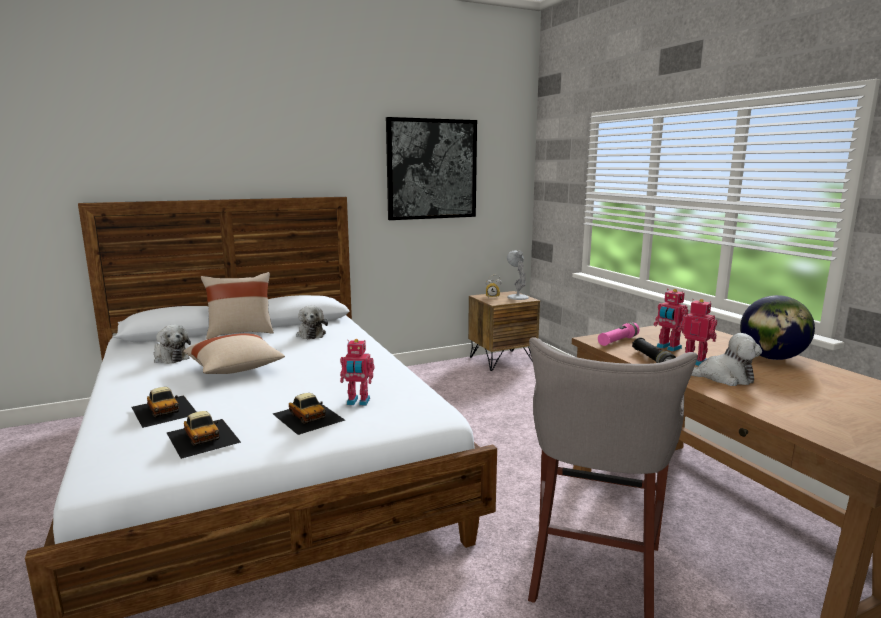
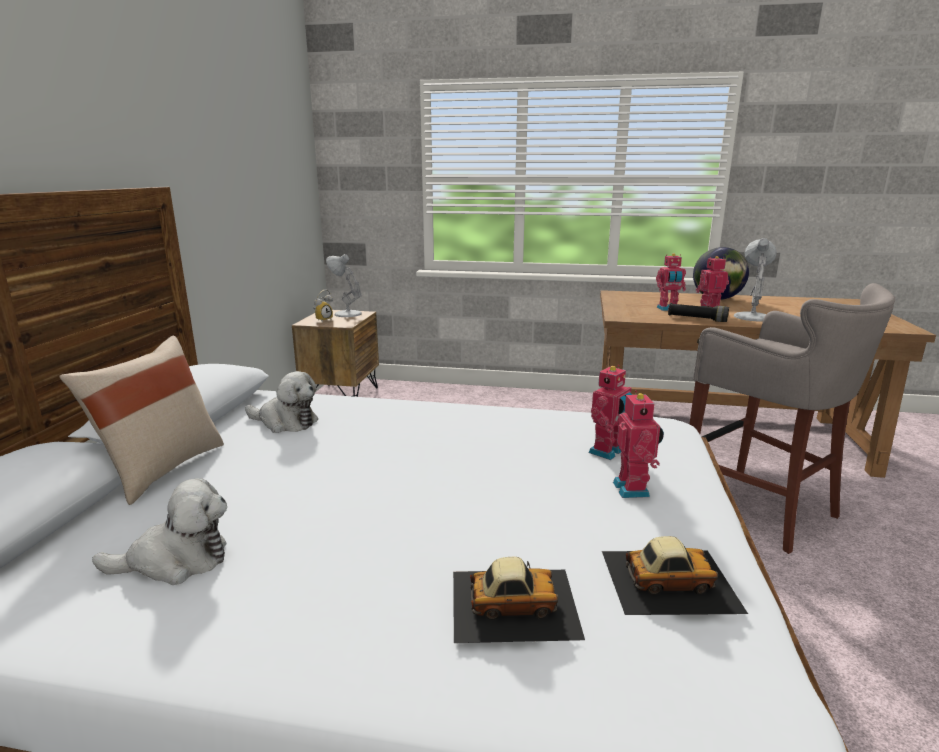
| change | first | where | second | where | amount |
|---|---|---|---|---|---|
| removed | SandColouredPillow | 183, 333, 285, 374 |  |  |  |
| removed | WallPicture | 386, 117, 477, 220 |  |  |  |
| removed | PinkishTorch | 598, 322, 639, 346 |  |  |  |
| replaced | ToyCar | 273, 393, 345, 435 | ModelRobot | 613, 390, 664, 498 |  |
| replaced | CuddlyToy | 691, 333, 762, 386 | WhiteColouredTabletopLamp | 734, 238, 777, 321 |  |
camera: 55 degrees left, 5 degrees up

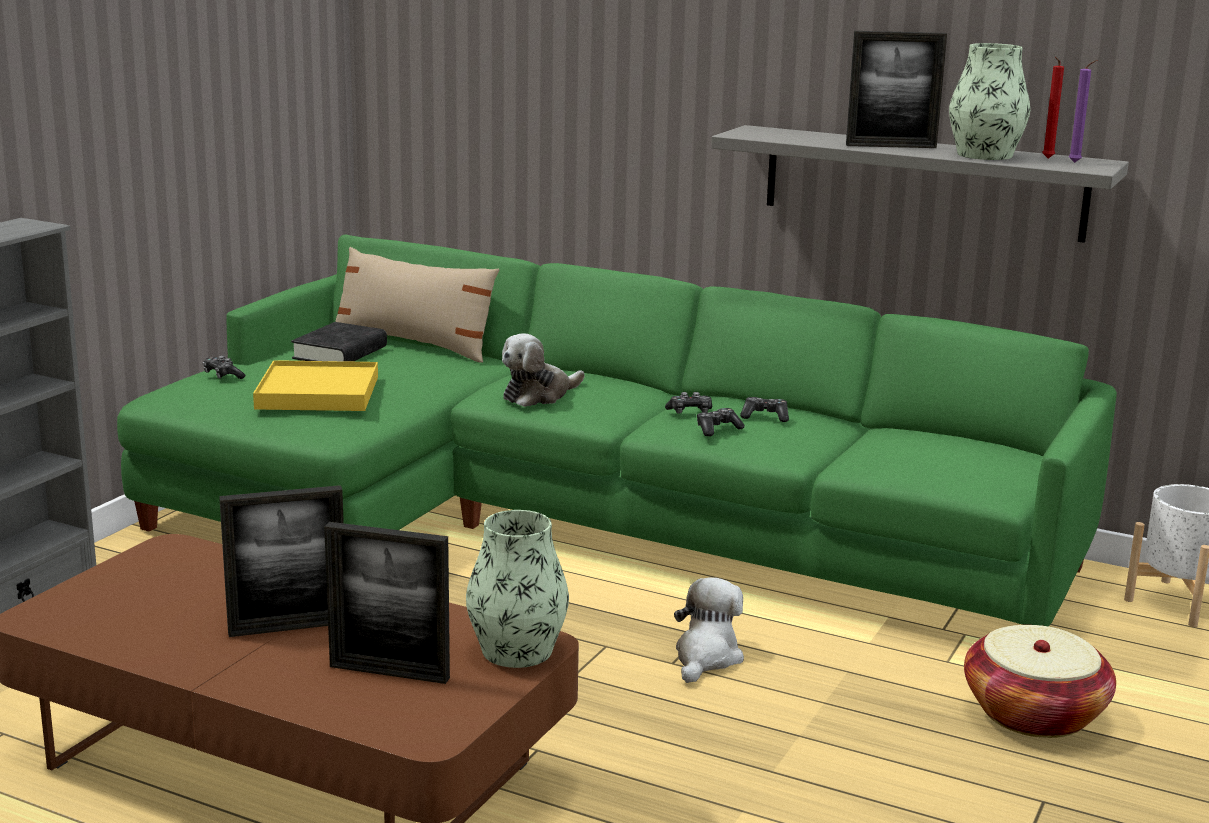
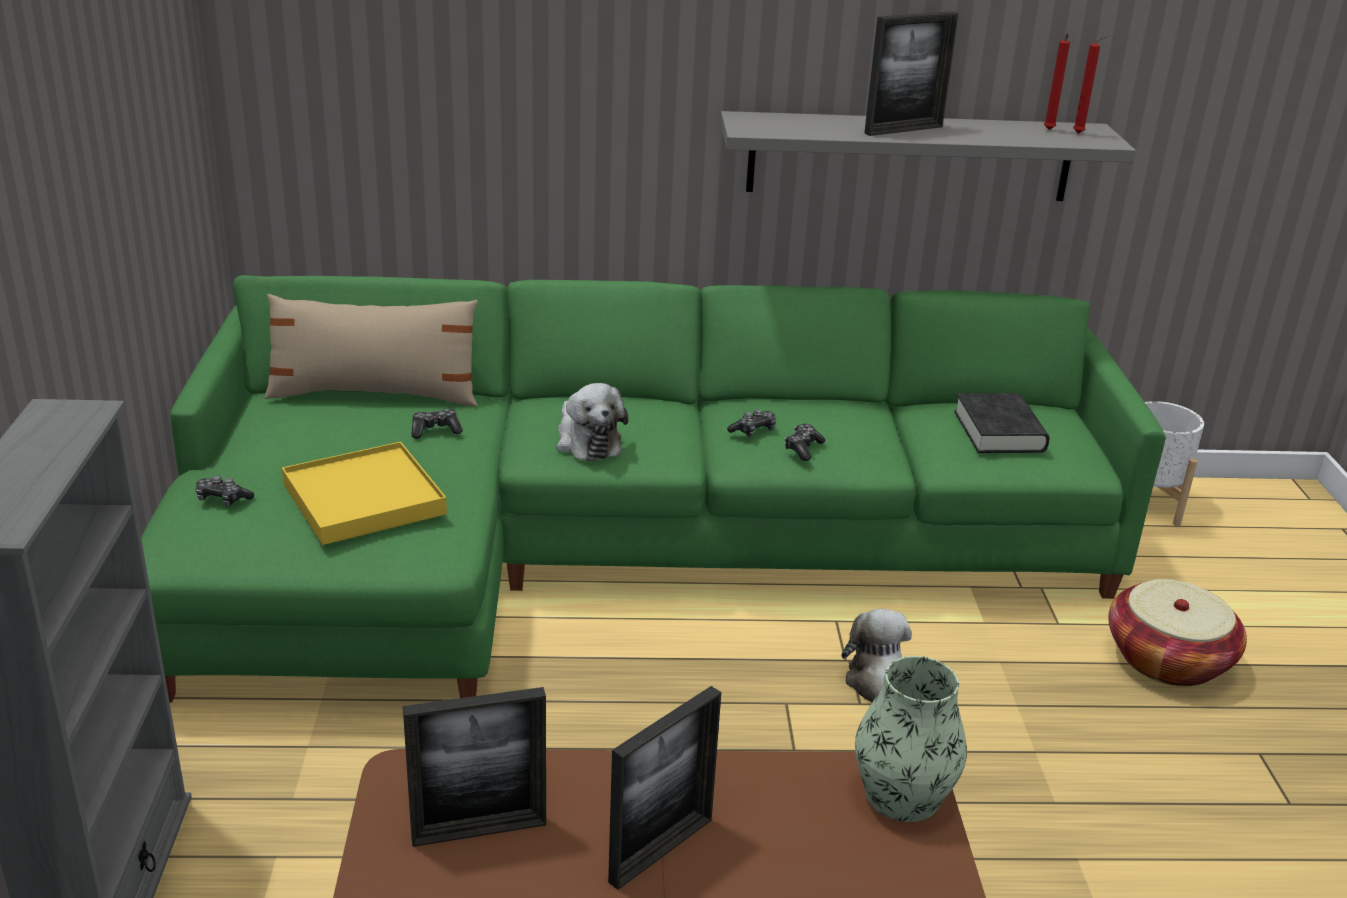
| change | first | where | second | where | amount |
|---|---|---|---|---|---|
| removed | DecorativeVase | 949, 43, 1030, 160 |  |  |  |
| moved | BlackBoundBook | 291, 322, 387, 362 |  | 954, 393, 1050, 453 |  |
| moved | PictureFrame | 324, 522, 450, 684 |  | 403, 687, 546, 847 |  |
| moved | GameController | 740, 397, 789, 422 |  | 412, 409, 463, 439 |  |
| recoloured | PurpleCandle | 1069, 60, 1097, 163 | RedColouredCandle | 1073, 36, 1108, 134 |  |
| turned | CuddlyToy | 502, 333, 585, 407 |  | 557, 383, 628, 461 | 45 degrees counterclockwise |
camera: 30 degrees left, 10 degrees up

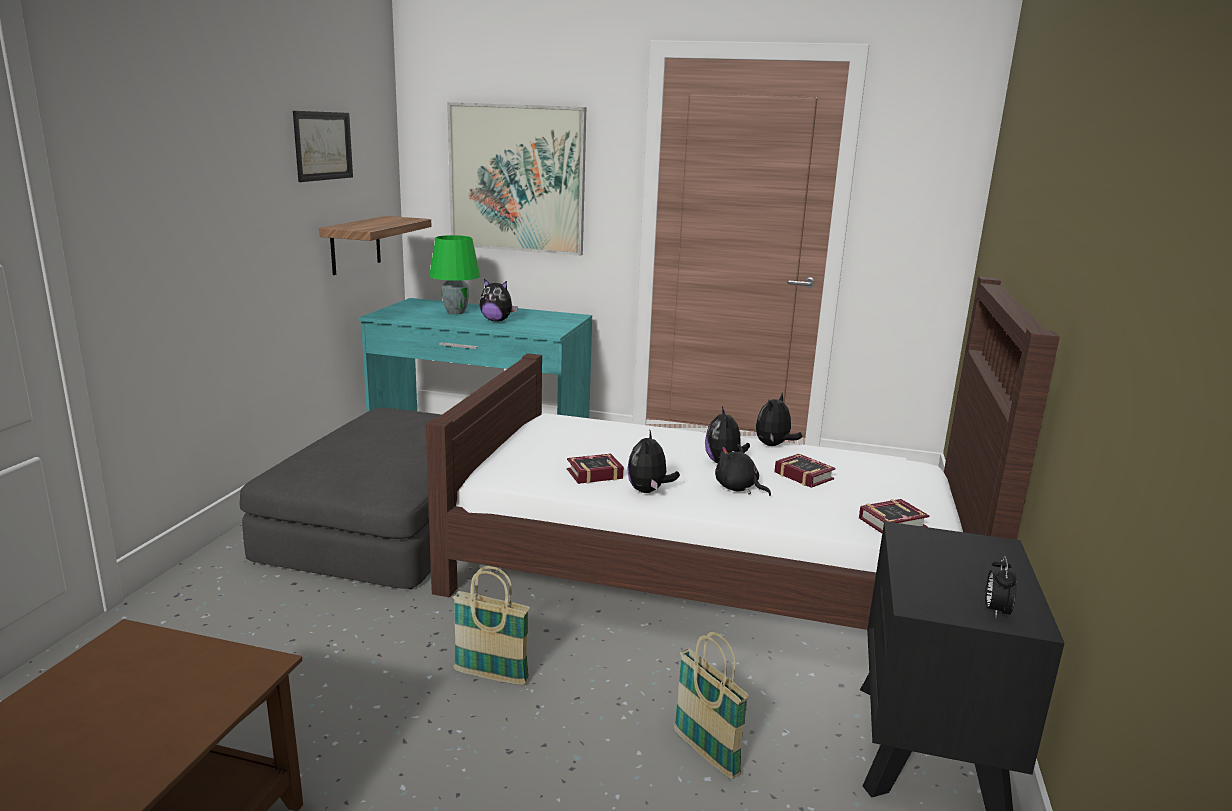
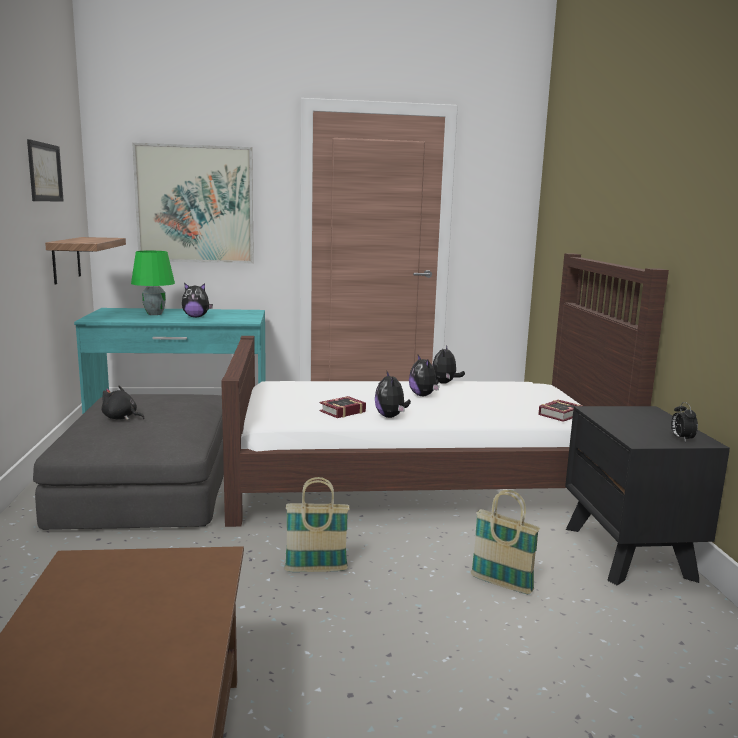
| change | first | where | second | where | amount |
|---|---|---|---|---|---|
| removed | BoundBook | 774, 454, 836, 488 |  |  |  |
| moved | BlackCuddlyToy | 715, 444, 771, 496 |  | 101, 385, 145, 420 |  |
camera: 20 degrees left, 5 degrees down

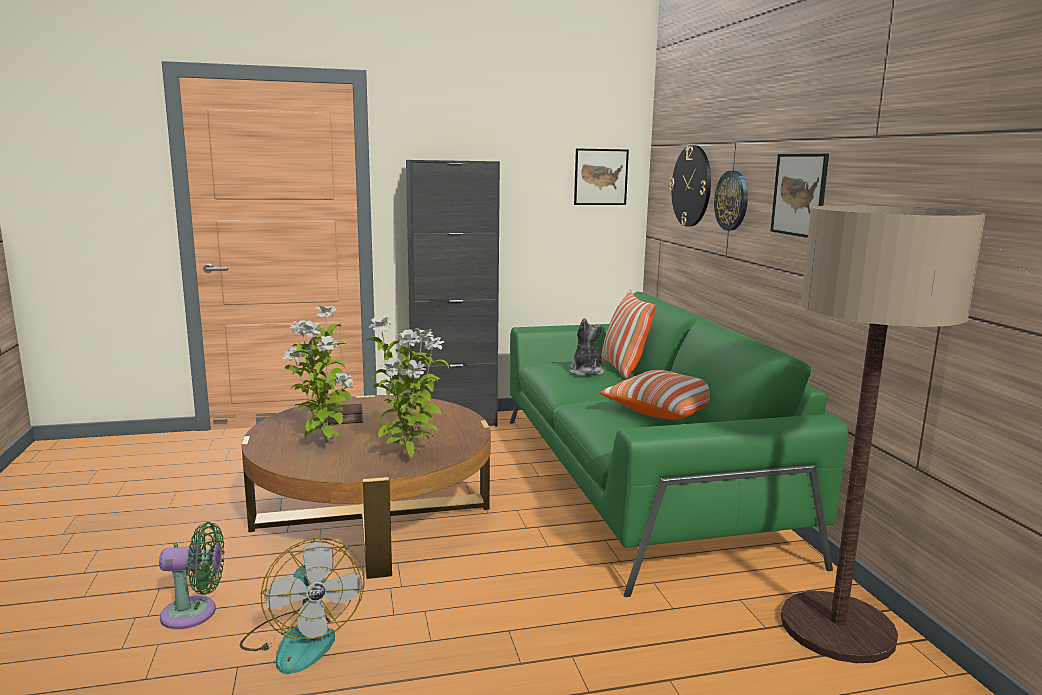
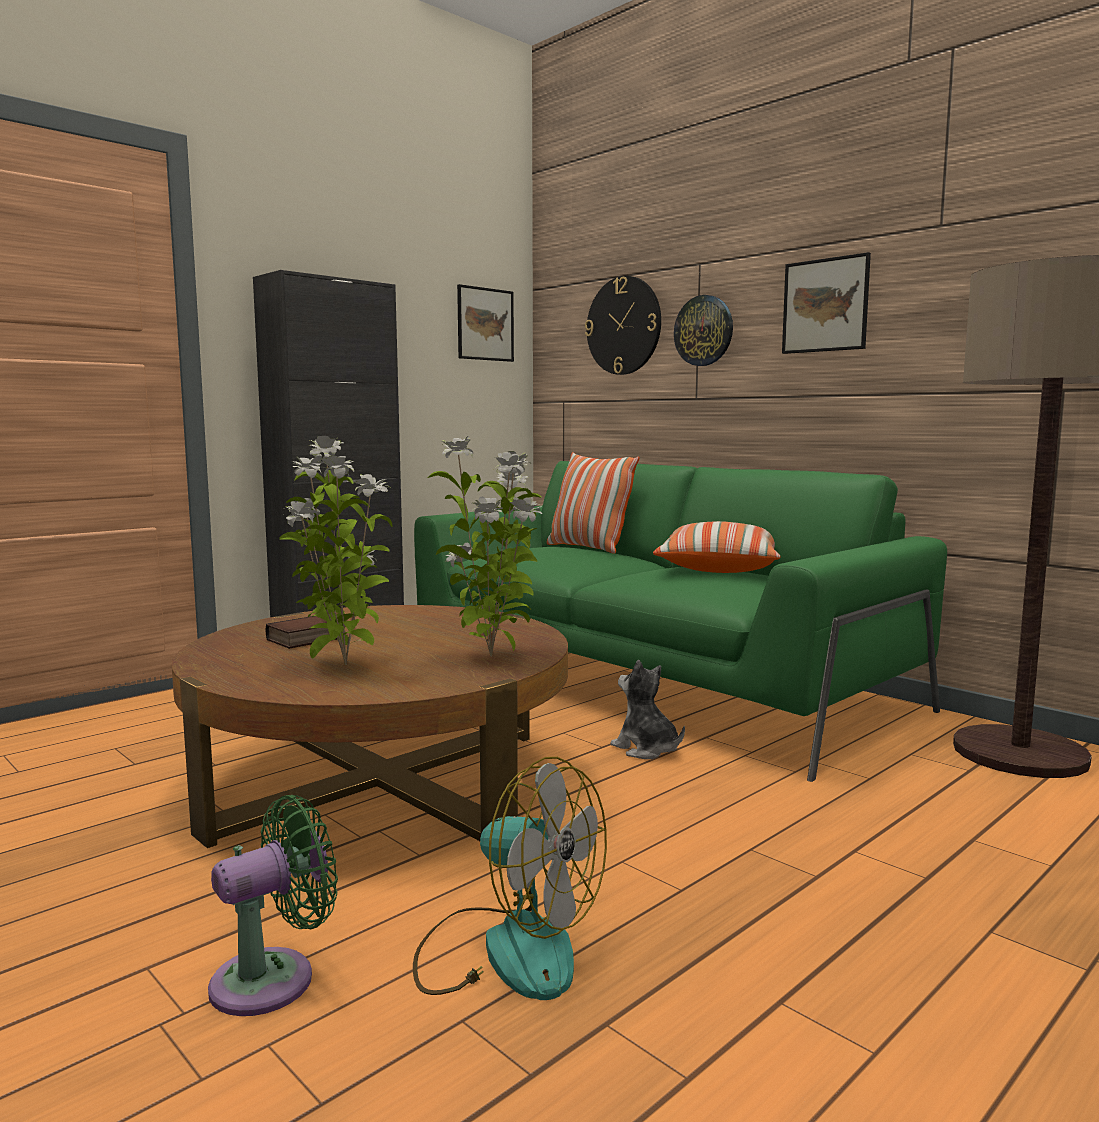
| change | first | where | second | where | amount |
|---|---|---|---|---|---|
| moved | CuddlyToy | 570, 318, 604, 376 |  | 610, 660, 685, 759 |  |
camera: 30 degrees left, 5 degrees down

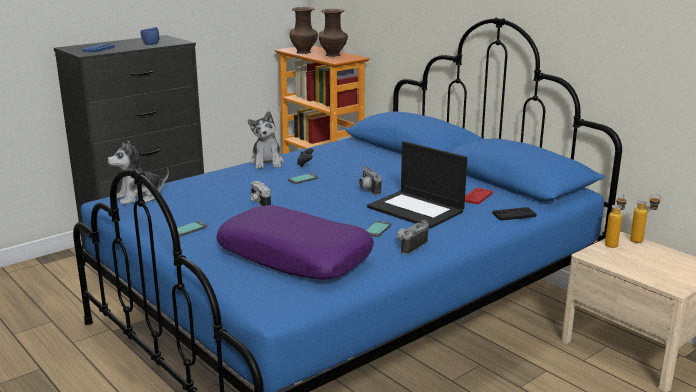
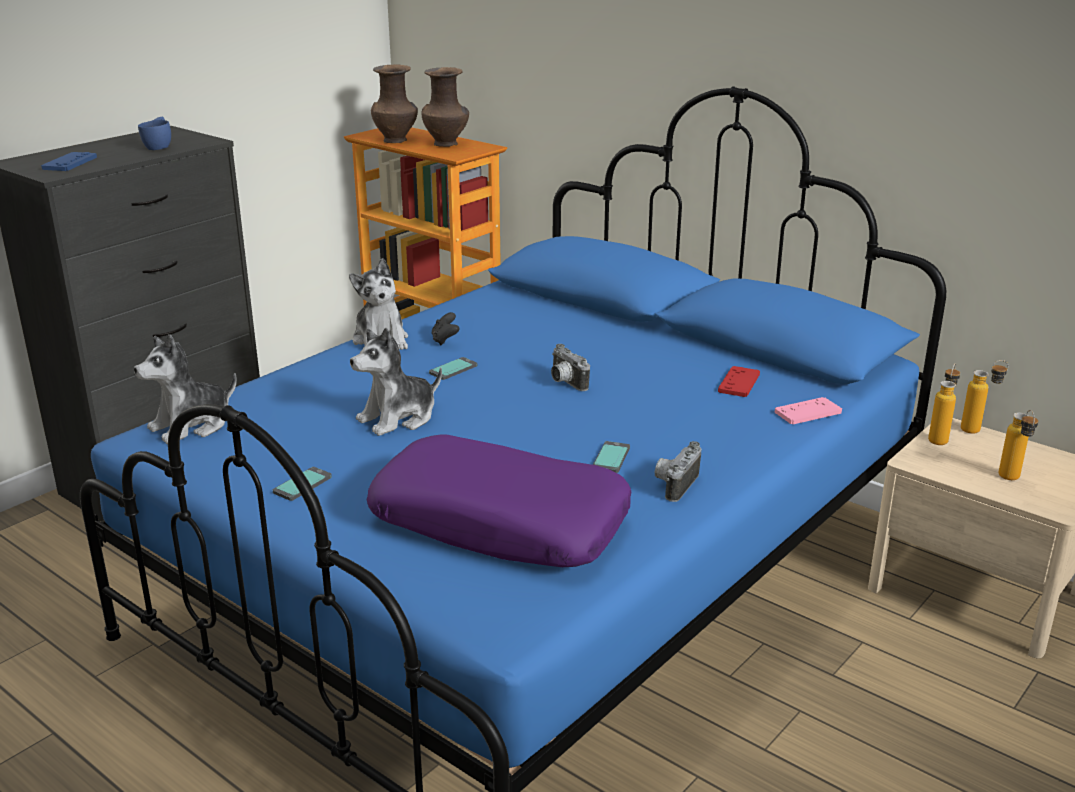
| change | first | where | second | where | amount |
|---|---|---|---|---|---|
| removed | Laptop | 367, 141, 467, 228 |  |  |  |
| added |  |  | Bottle | 998, 410, 1038, 480 |  |
| replaced | PhotoCamera | 251, 181, 271, 206 | CuddlyToy | 350, 328, 442, 436 |  |
| recoloured | BlackGameController | 492, 207, 536, 221 | PinkishGameController | 775, 397, 842, 424 |  |
camera: 10 degrees left, 5 degrees up

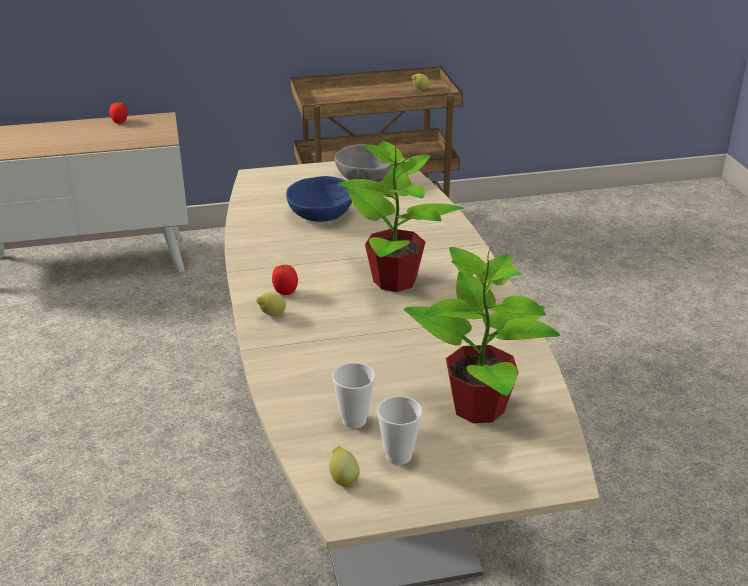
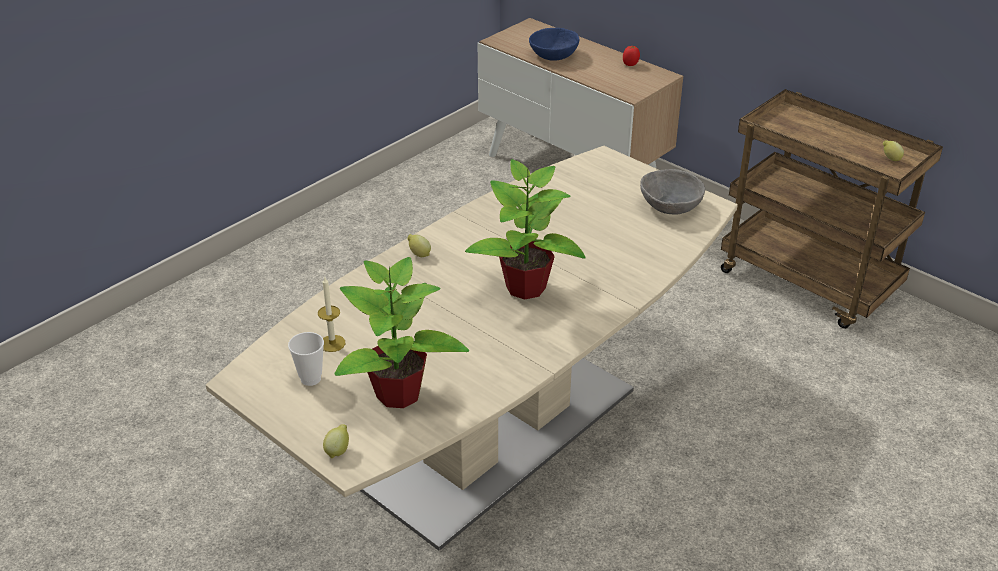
| change | first | where | second | where | amount |
|---|---|---|---|---|---|
| removed | WholeTomato | 272, 265, 298, 295 |  |  |  |
| moved | BluishServingBowl | 286, 176, 352, 222 |  | 529, 28, 579, 61 |  |
| moved | WholeLemon | 329, 446, 360, 487 |  | 323, 424, 349, 459 |  |
| replaced | Cup | 332, 363, 375, 428 | Candle | 318, 277, 345, 352 |  |
camera: 55 degrees right, 5 degrees up

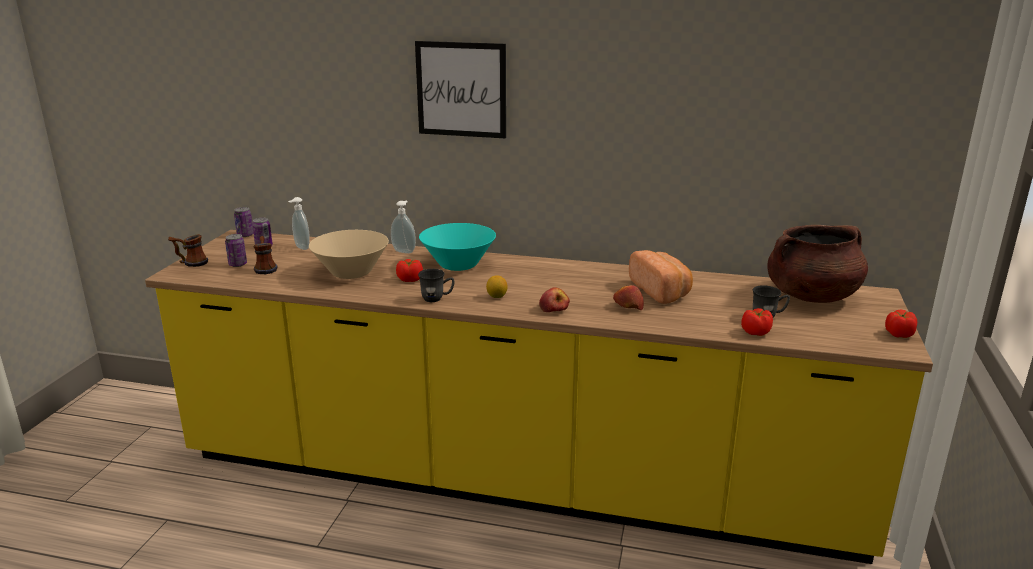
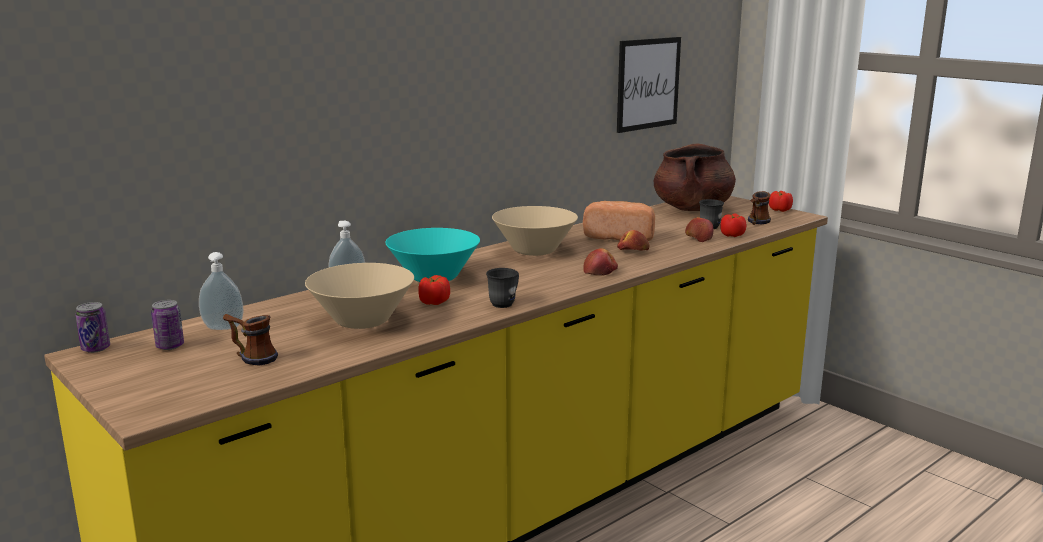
| change | first | where | second | where | amount |
|---|---|---|---|---|---|
| removed | SealedCan | 225, 234, 247, 267 |  |  |  |
| removed | WholeLemon | 486, 275, 508, 298 |  |  |  |
| added |  |  | SandColouredServingBowl | 492, 206, 578, 256 |  |
| added |  |  | WholeApple | 685, 217, 713, 242 |  |
| moved | CoffeeMug | 168, 234, 208, 267 |  | 748, 191, 771, 225 |  |
| moved | WallPicture | 415, 41, 506, 138 |  | 617, 37, 681, 133 |  |
camera: 55 degrees left, 5 degrees down

